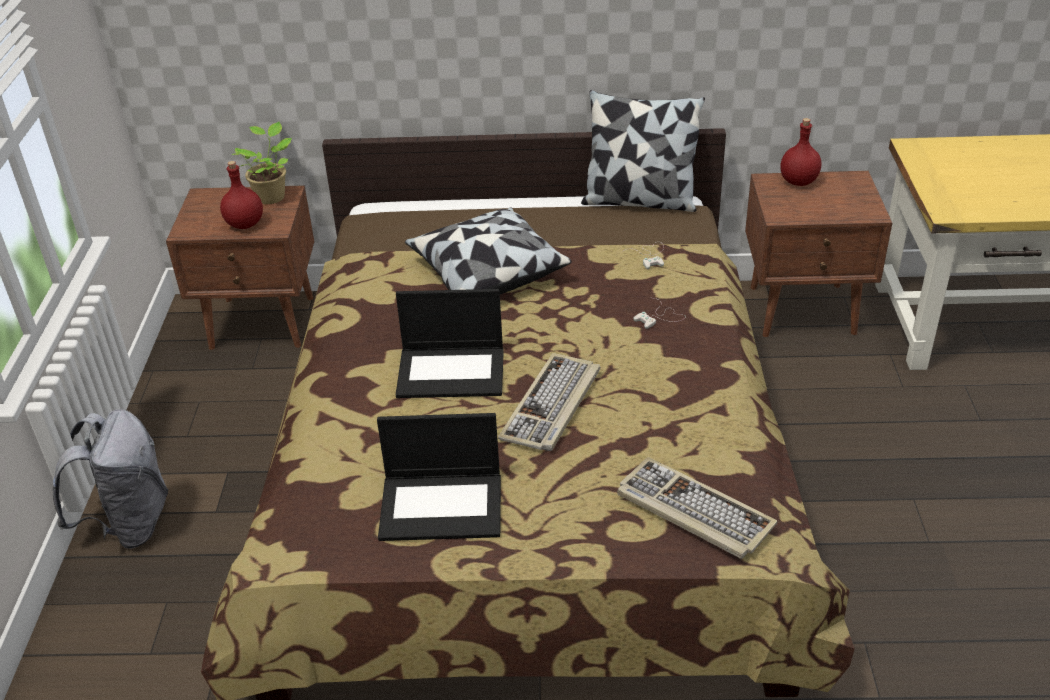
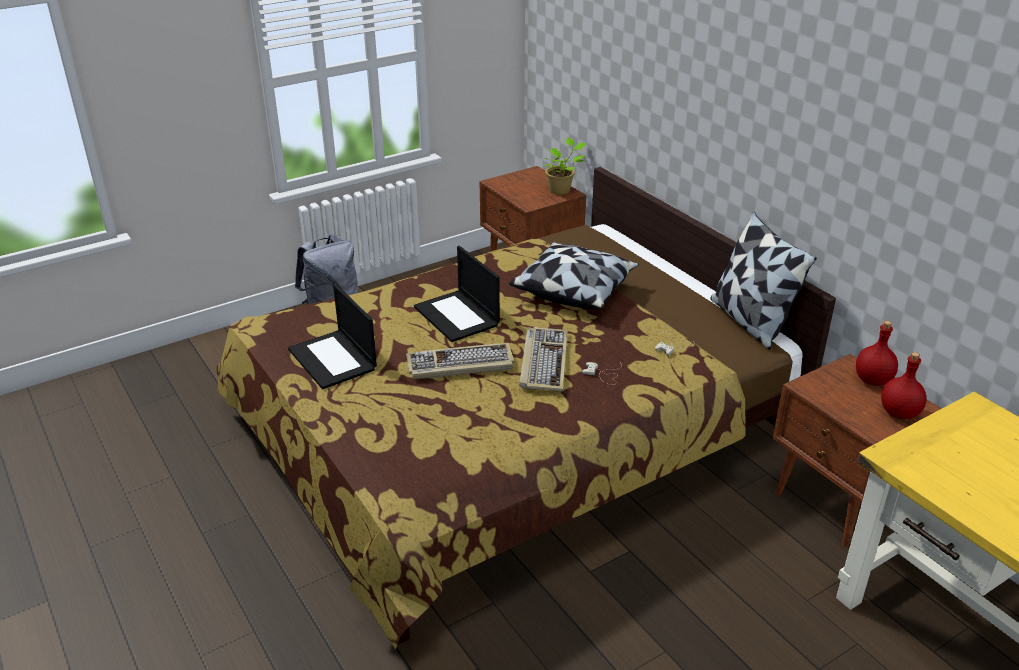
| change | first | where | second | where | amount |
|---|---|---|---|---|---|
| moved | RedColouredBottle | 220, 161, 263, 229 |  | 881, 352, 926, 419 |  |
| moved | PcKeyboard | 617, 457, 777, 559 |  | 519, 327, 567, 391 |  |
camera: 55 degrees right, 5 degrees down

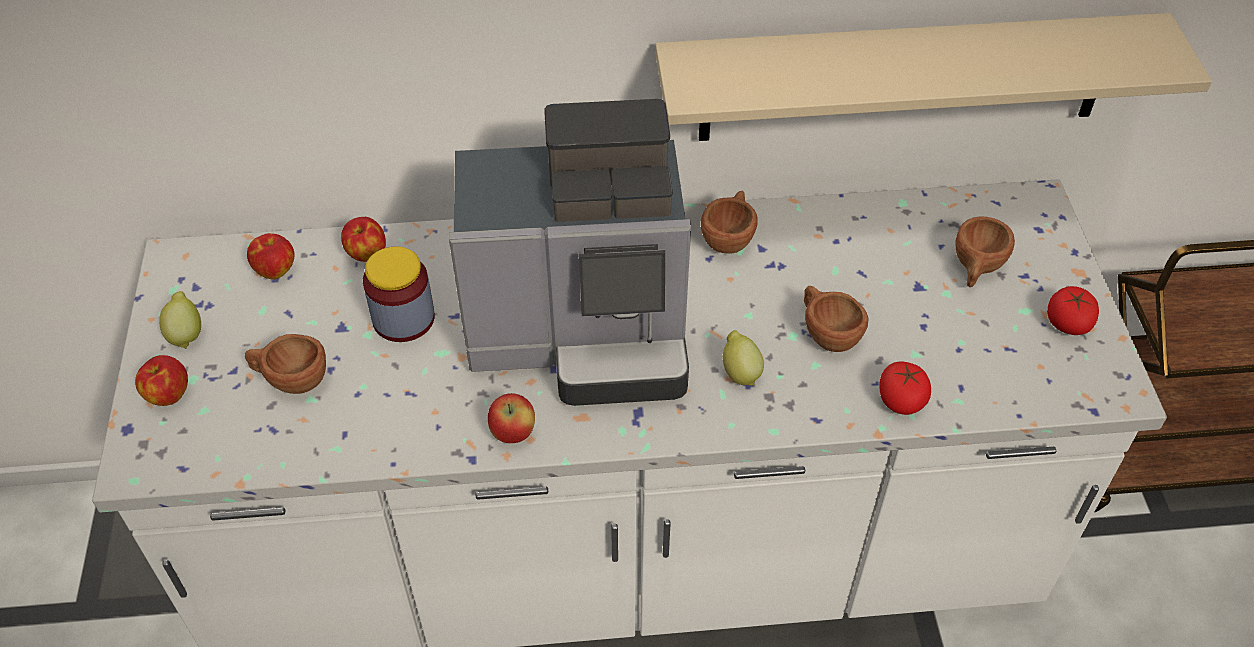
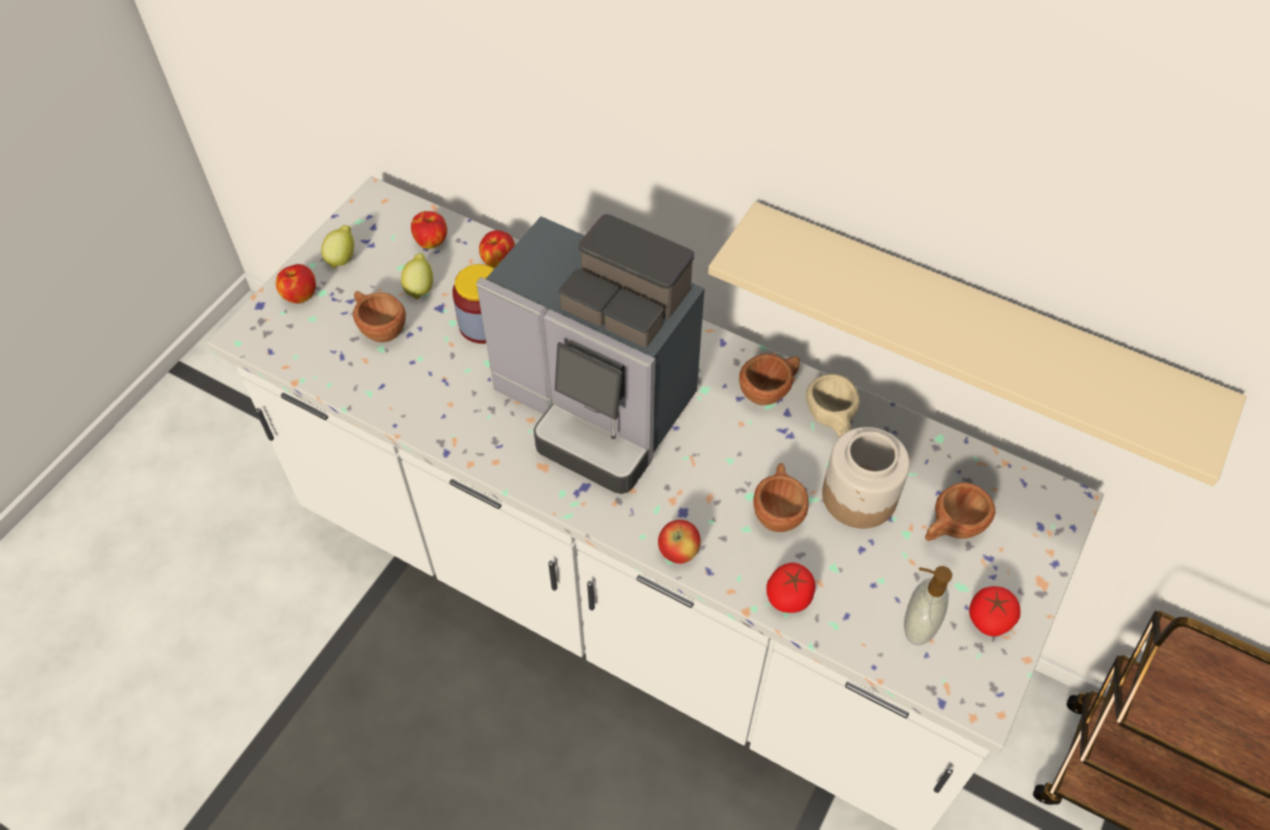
| change | first | where | second | where | amount |
|---|---|---|---|---|---|
| added |  |  | SandColouredCup | 806, 374, 860, 438 |  |
| added |  |  | StorageJar | 822, 427, 910, 529 |  |
| added |  |  | LiquidSoapBottle | 904, 566, 952, 645 |  |
| moved | WholeApple | 488, 393, 535, 443 |  | 658, 520, 701, 564 |  |
| moved | WholeLemon | 722, 330, 764, 386 |  | 401, 253, 433, 300 |  |
camera: 35 degrees right, 5 degrees up

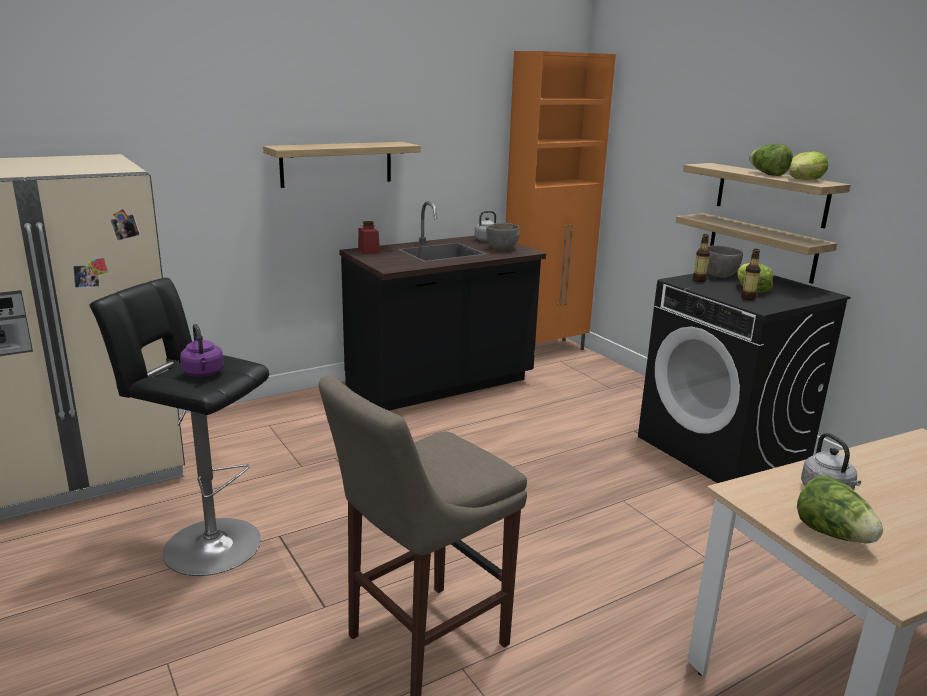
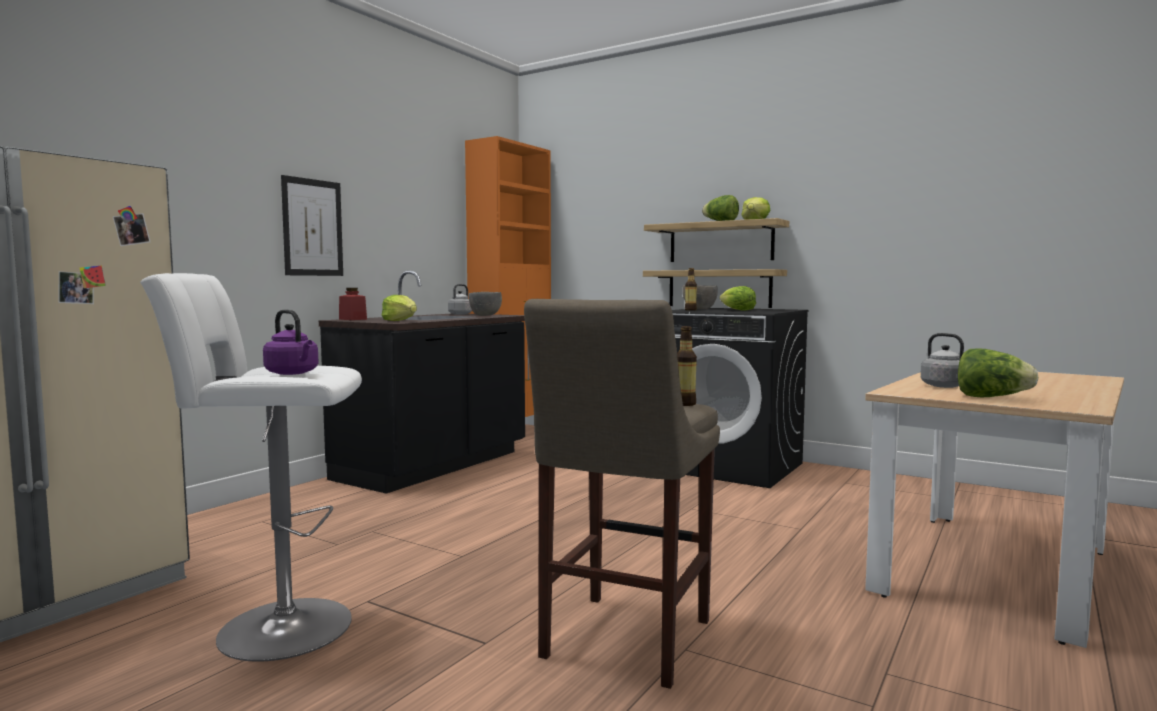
| change | first | where | second | where | amount |
|---|---|---|---|---|---|
| added |  |  | HeadOfLettuce | 382, 295, 417, 321 |  |
| moved | Bottle | 741, 249, 761, 300 |  | 677, 326, 697, 406 |  |
| replaced | Shelf | 263, 142, 421, 188 | WallPicture | 281, 175, 343, 276 |  |
| recoloured | BlackSittingStool | 89, 278, 269, 576 | WhiteColouredSittingStool | 140, 273, 362, 662 |  |
camera: 25 degrees left, 15 degrees down

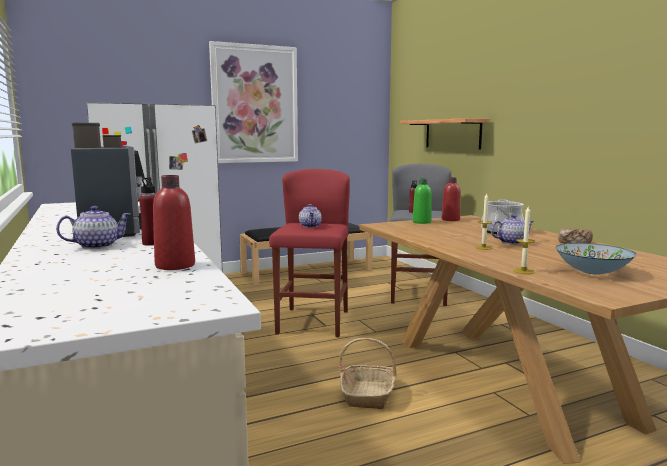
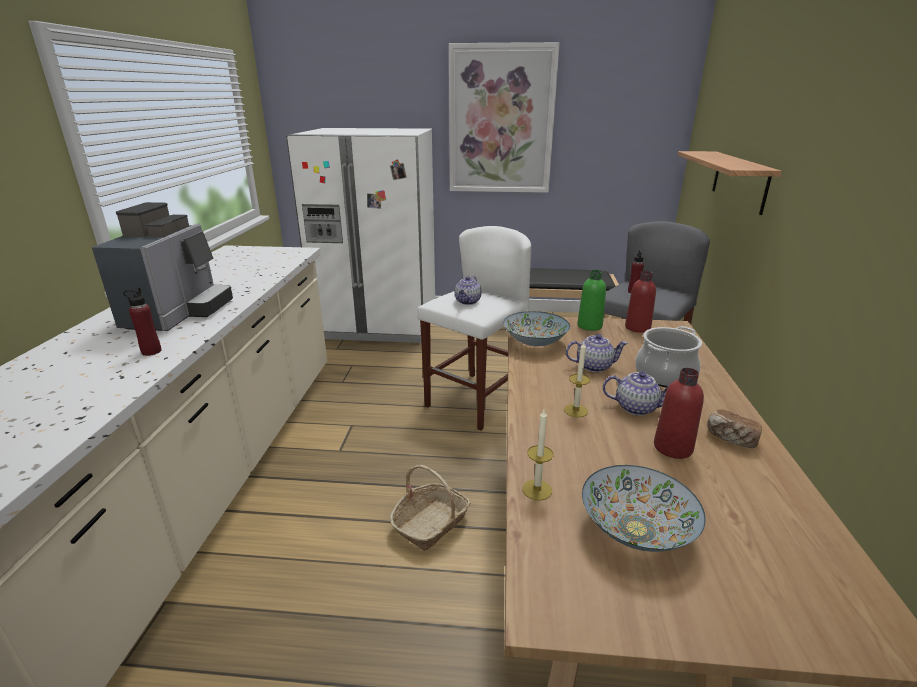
| change | first | where | second | where | amount |
|---|---|---|---|---|---|
| added |  |  | ServingBowl | 503, 311, 570, 346 |  |
| moved | PotForTea | 56, 206, 131, 249 |  | 566, 334, 628, 372 |  |
| moved | RedColouredBottle | 153, 175, 195, 270 |  | 654, 368, 704, 459 |  |
| recoloured | RedColouredSittingStool | 269, 169, 350, 337 | WhiteColouredSittingStool | 417, 226, 531, 431 |  |
camera: 30 degrees right, 15 degrees up

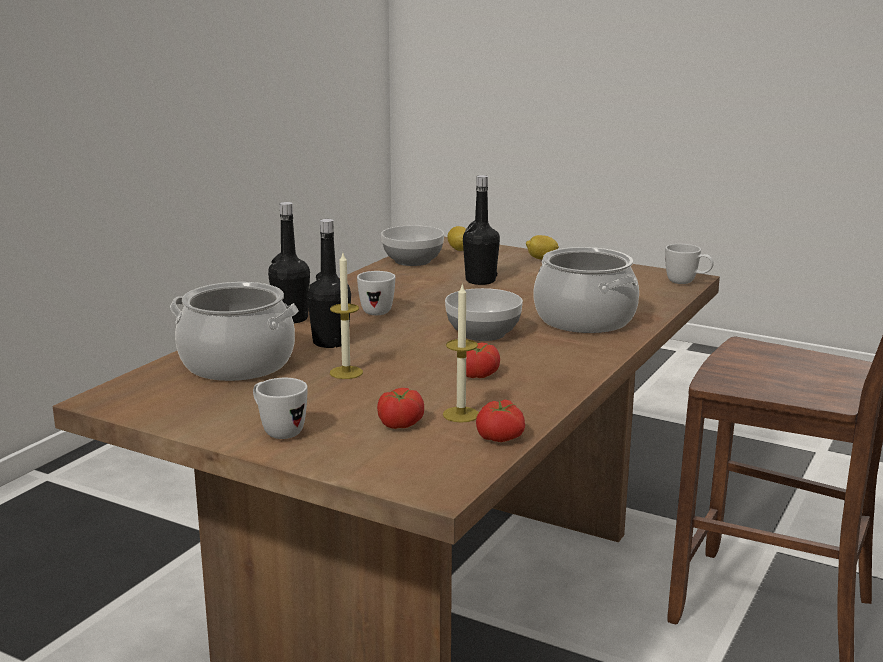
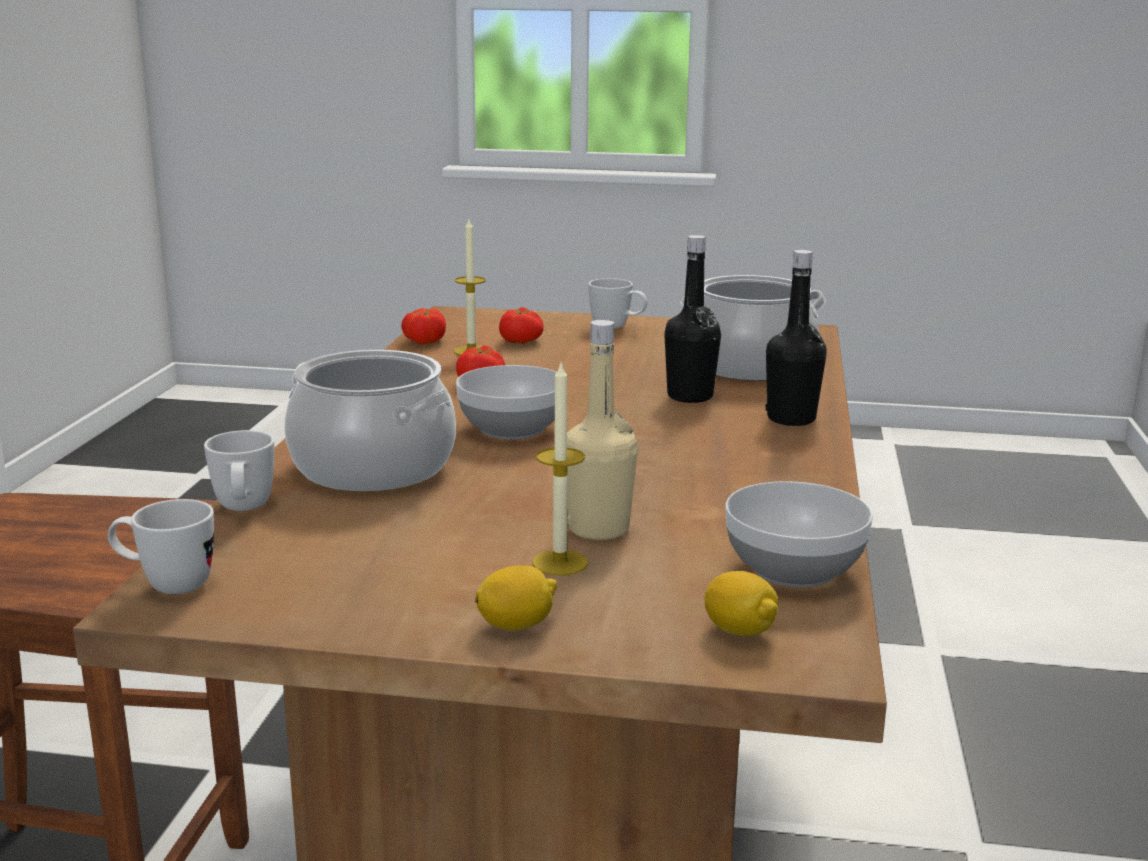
| change | first | where | second | where | amount |
|---|---|---|---|---|---|
| moved | Candle | 330, 253, 363, 379 |  | 532, 360, 588, 575 |  |
| moved | WhiteColouredCoffeeMug | 357, 271, 395, 315 |  | 204, 430, 274, 511 |  |
| recoloured | BlackBottle | 463, 175, 500, 285 | SandColouredBottle | 567, 320, 638, 540 |  |
camera: 160 degrees right, 0 degrees up

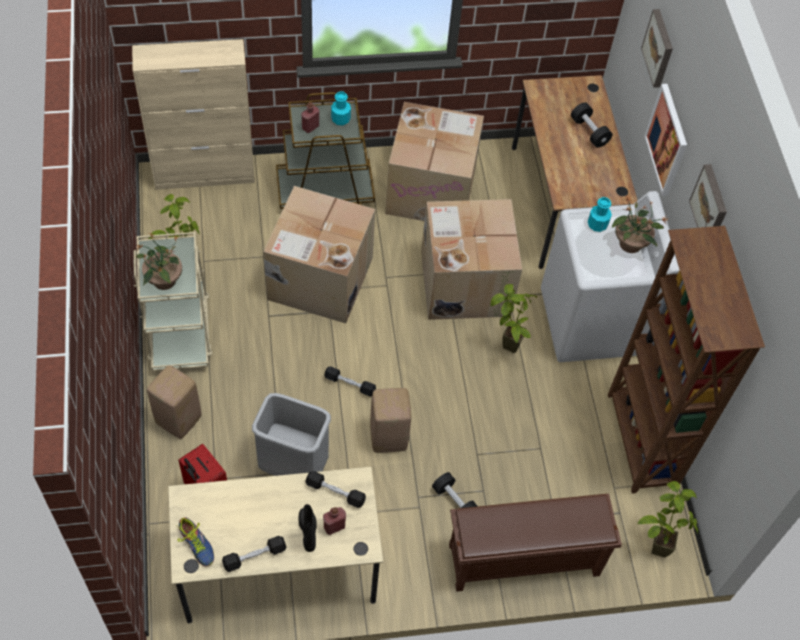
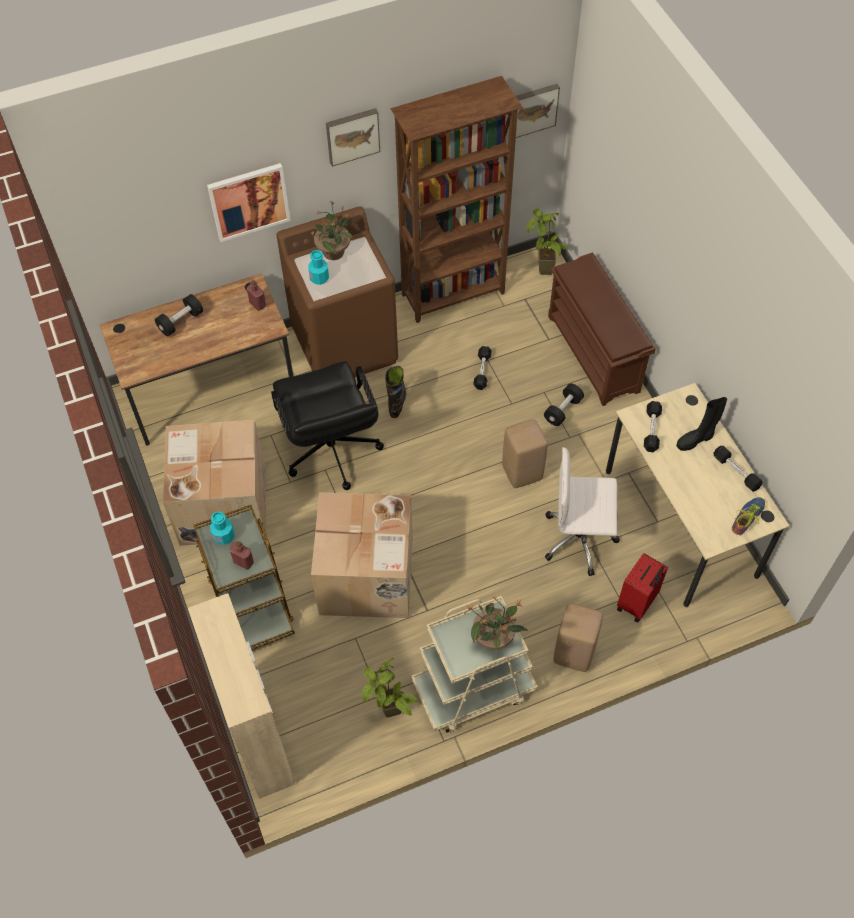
| change | first | where | second | where | amount |
|---|---|---|---|---|---|
| moved | RedColouredBottle | 323, 507, 346, 535 |  | 247, 280, 266, 311 |  |
| moved | BlackDumbbell | 324, 366, 376, 397 |  | 473, 346, 492, 390 |  |
| moved | WallPicture | 641, 9, 673, 88 |  | 516, 84, 560, 138 |  |
| replaced | GrayRubbishBin | 252, 393, 331, 476 | WhiteColouredOfficeChair | 545, 447, 620, 576 |  |
| replaced | PackingBox | 421, 199, 522, 320 | BlackOfficeChair | 271, 361, 384, 490 |  |
| replaced | Houseplant | 491, 284, 537, 353 | BlackBoot | 385, 366, 406, 418 |  |
| recoloured | WhiteColouredLaundryAppliance | 541, 191, 680, 362 | BrownishLaundryAppliance | 276, 207, 398, 377 |  |
camera: 100 degrees left, 0 degrees up

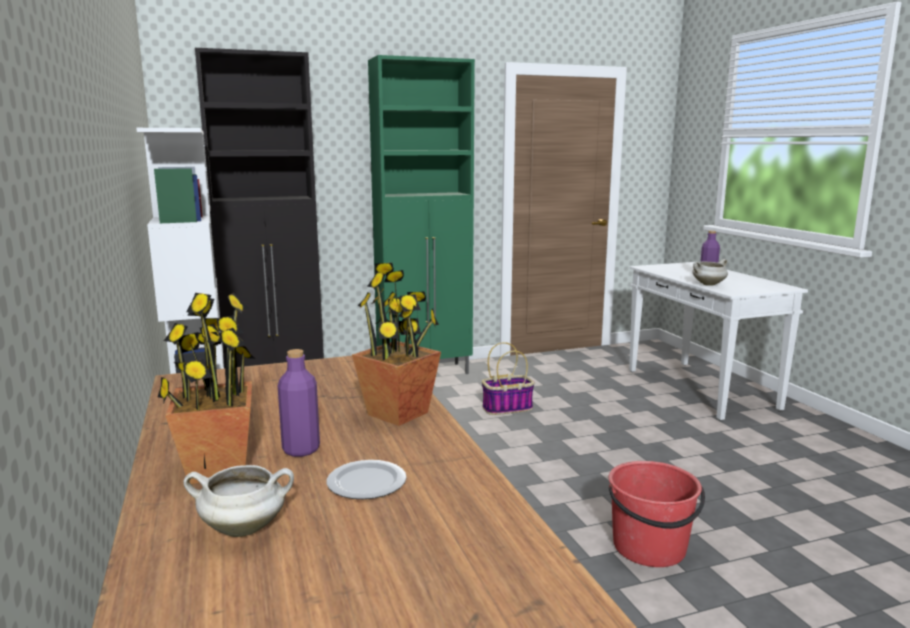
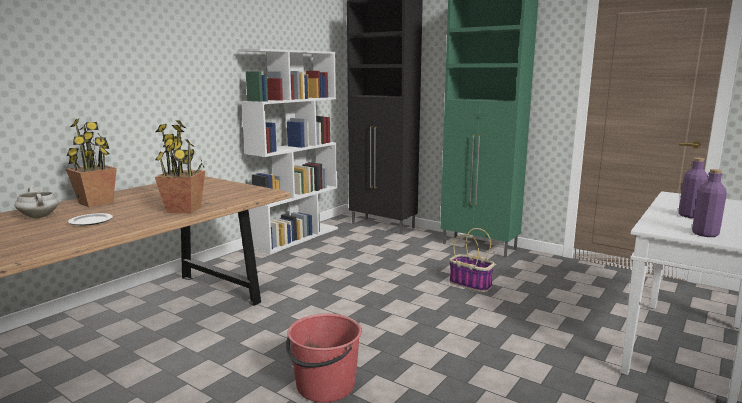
| change | first | where | second | where | amount |
|---|---|---|---|---|---|
| removed | WhiteColouredCookingPot | 692, 259, 728, 286 |  |  |  |
| moved | PurpleBottle | 278, 349, 320, 457 |  | 692, 169, 727, 237 |  |
camera: 55 degrees right, 0 degrees up

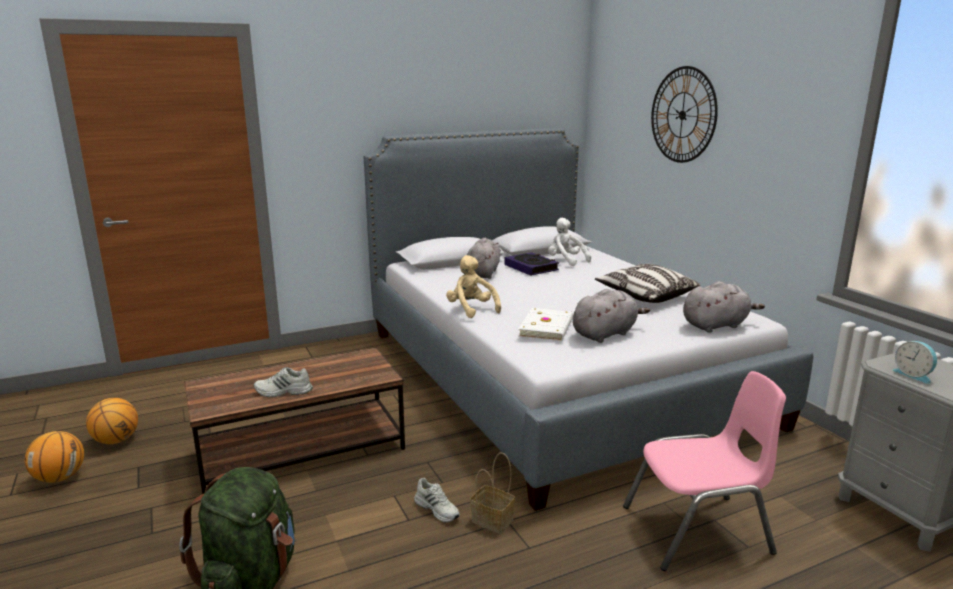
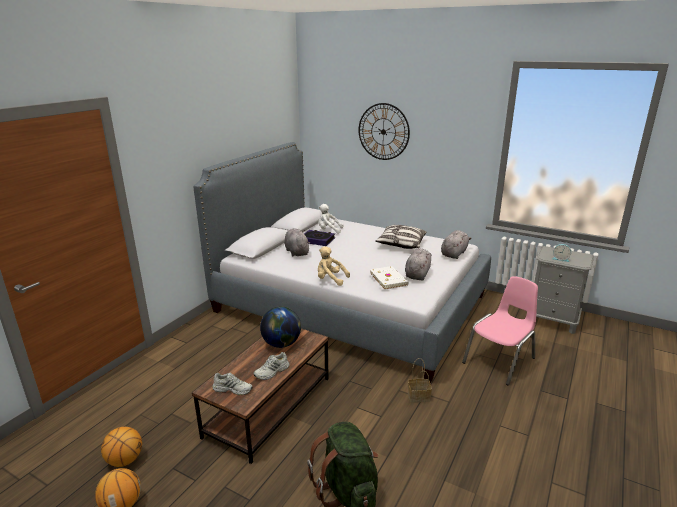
| change | first | where | second | where | amount |
|---|---|---|---|---|---|
| added |  |  | DeskGlobe | 260, 307, 301, 348 |  |
| moved | WhiteColouredLowShoe | 414, 478, 460, 523 |  | 212, 373, 253, 395 |  |
camera: 35 degrees left, 5 degrees up

